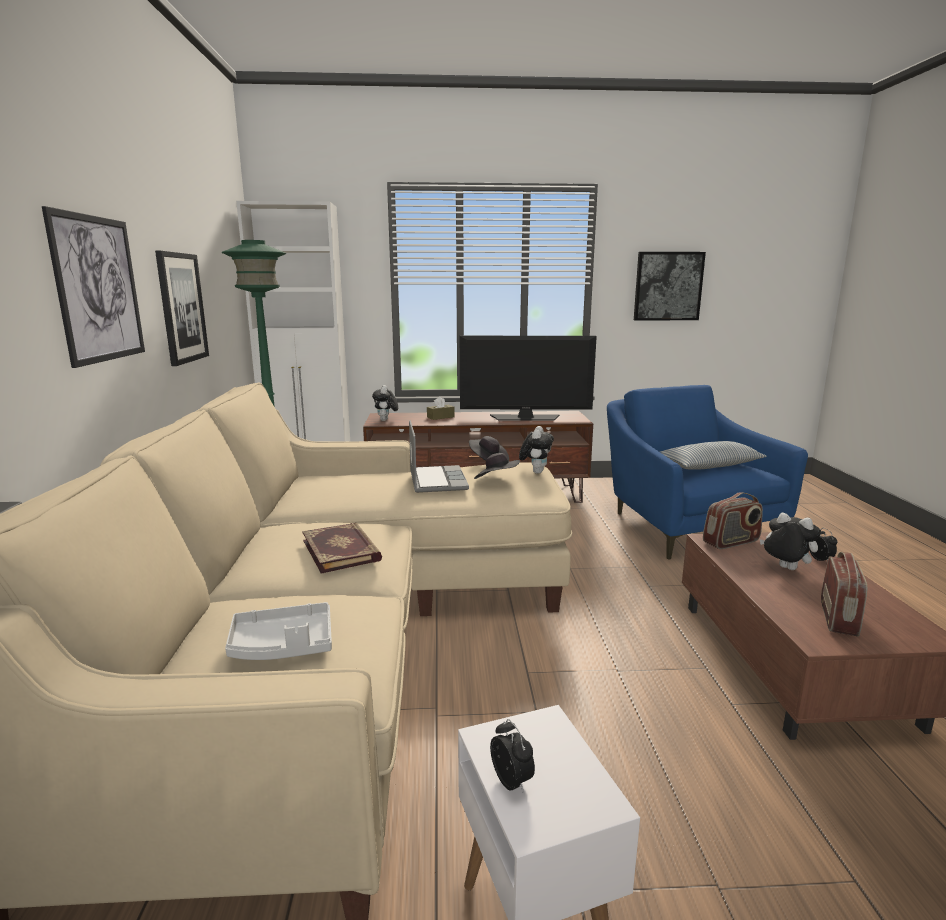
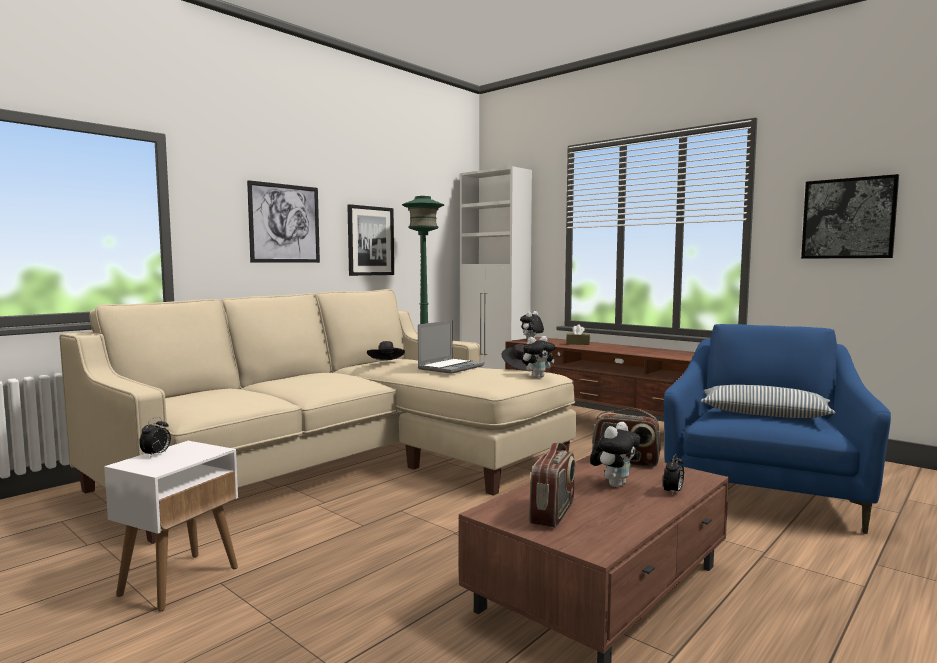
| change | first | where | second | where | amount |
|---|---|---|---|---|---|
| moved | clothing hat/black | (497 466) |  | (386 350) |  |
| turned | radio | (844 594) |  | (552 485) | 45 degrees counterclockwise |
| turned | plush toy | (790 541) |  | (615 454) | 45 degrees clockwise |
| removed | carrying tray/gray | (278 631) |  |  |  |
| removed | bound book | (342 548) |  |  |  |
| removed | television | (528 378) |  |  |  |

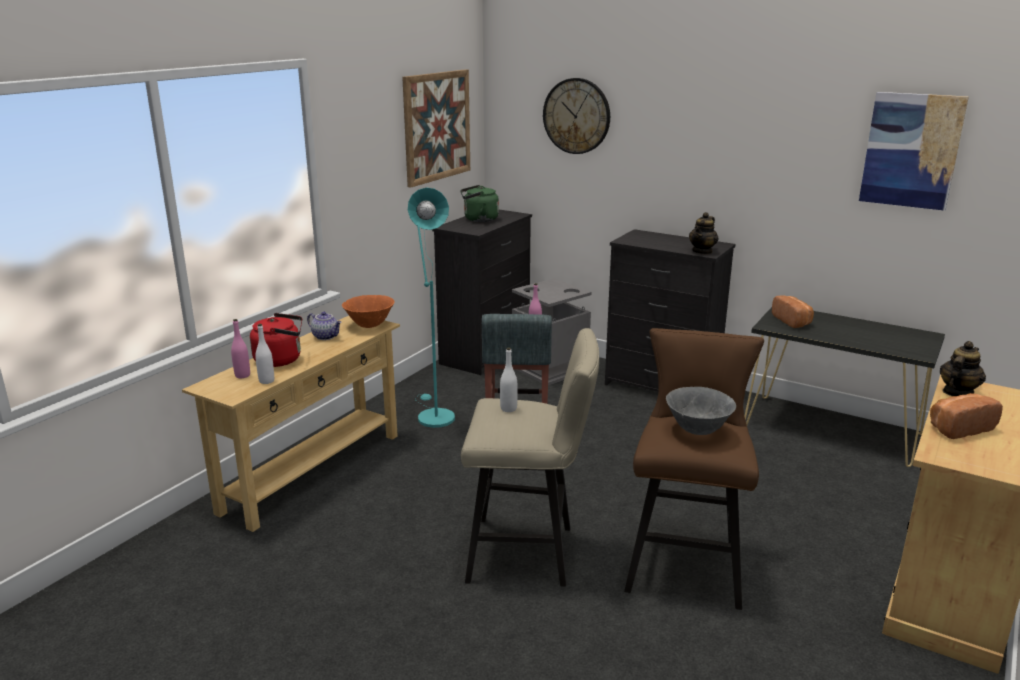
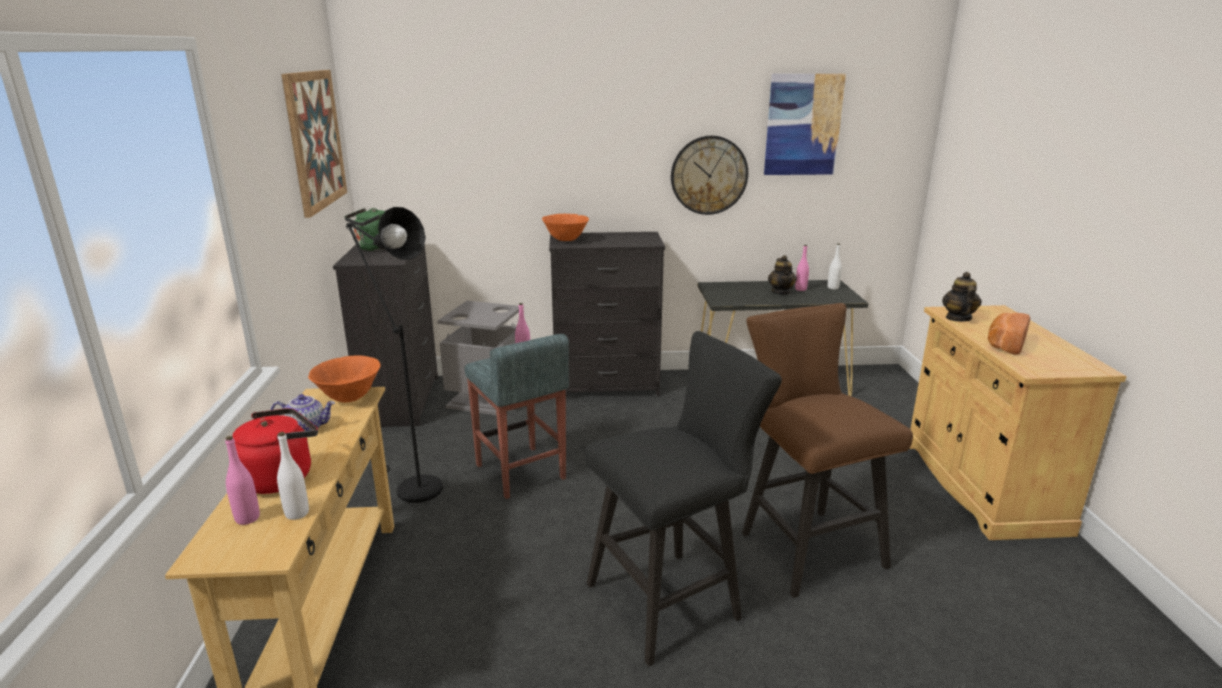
| change | first | where | second | where | amount |
|---|---|---|---|---|---|
| recoloured | floor lamp/blue-green | (431 308) | floor lamp/black | (394 355) |  |
| added |  |  | deep dish/orange-coloured | (565 227) |  |
| recoloured | sitting stool/sand-coloured | (530 457) | sitting stool/black | (683 499) |  |
| moved | wall clock | (576 116) |  | (709 175) |  |
| moved | pot for tea | (704 233) |  | (782 275) |  |
| added |  |  | beverage bottle/pinkish | (802 268) |  |
| moved | beverage bottle/whitish | (509 379) |  | (835 266) |  |
| removed | deep dish/gray | (701 411) |  |  |  |
| removed | baked bread | (793 312) |  |  |  |

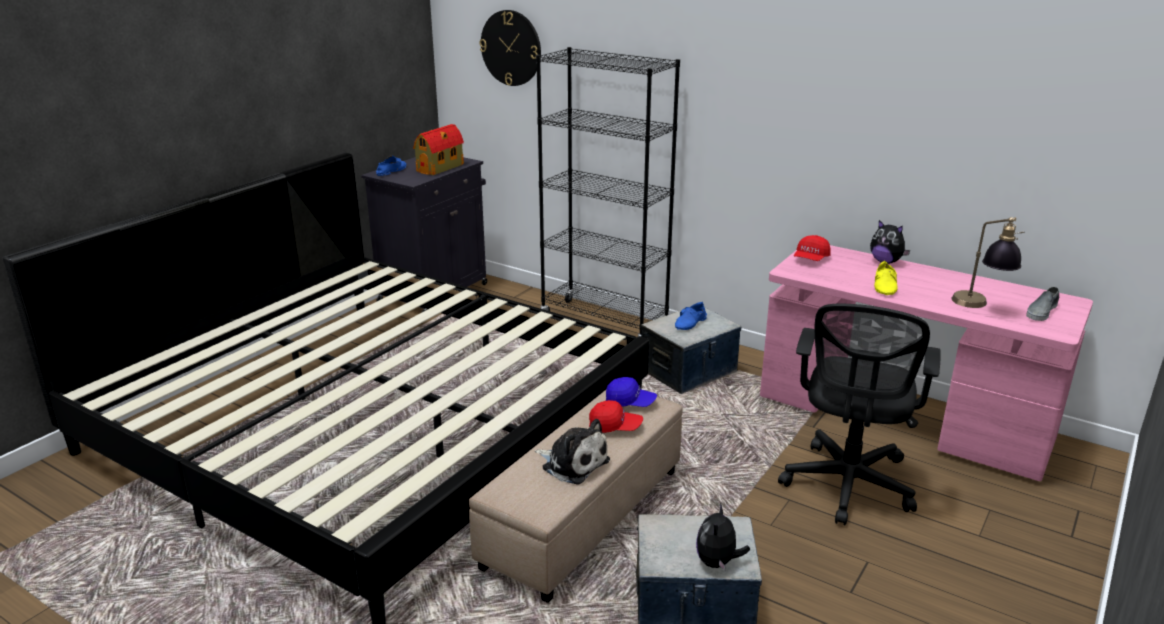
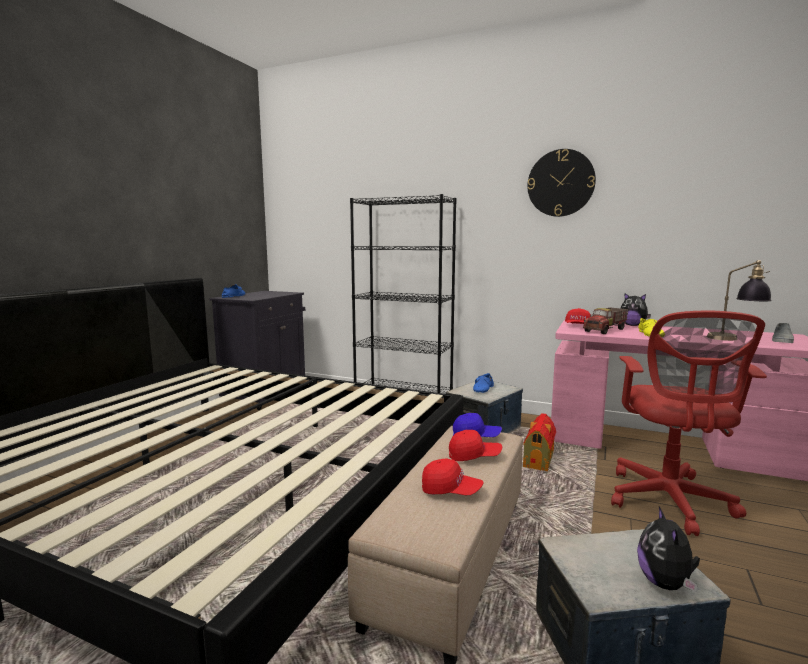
| change | first | where | second | where | amount |
|---|---|---|---|---|---|
| replaced | plush toy | (572 451) | baseball cap/red-coloured | (453 476) |  |
| moved | model house | (438 149) |  | (539 442) |  |
| moved | wall clock | (510 48) |  | (561 183) |  |
| added |  |  | model truck | (606 320) |  |
| recoloured | office chair/black | (859 414) | office chair/red-coloured | (689 423) |  |

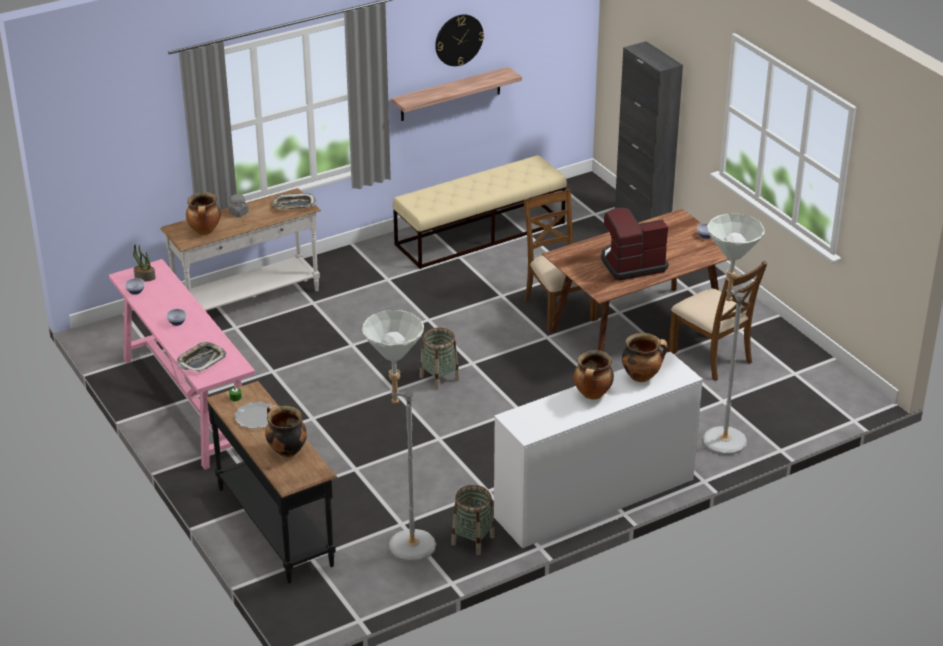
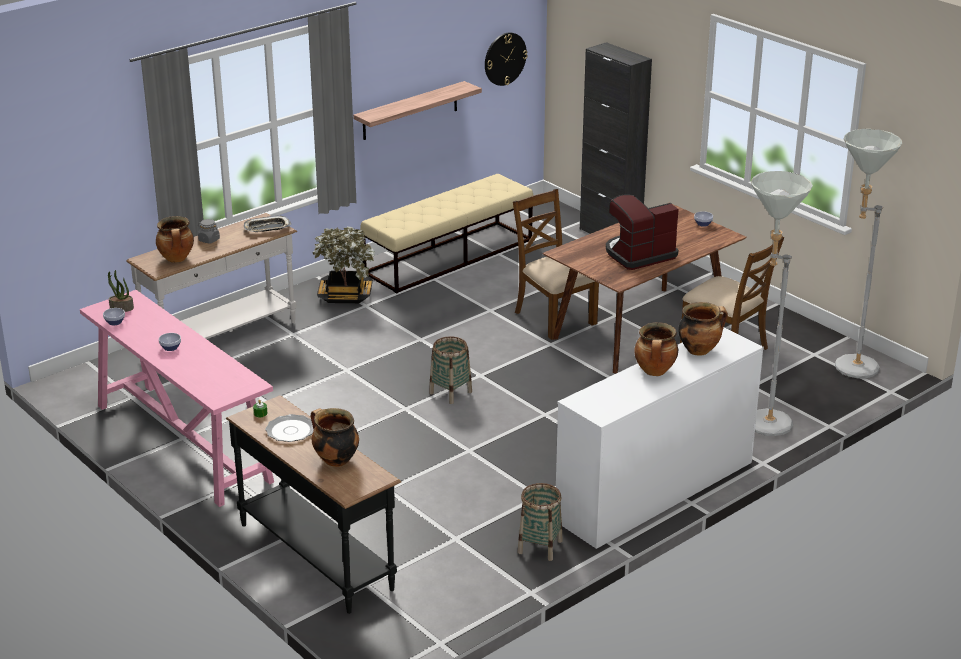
| change | first | where | second | where | amount |
|---|---|---|---|---|---|
| added |  |  | potted plant | (343 265) |  |
| moved | wall clock | (459 40) |  | (506 59) |  |
| moved | floor lamp/gray | (399 436) |  | (868 253) |  |
| removed | carrying tray | (201 356) |  |  |  |

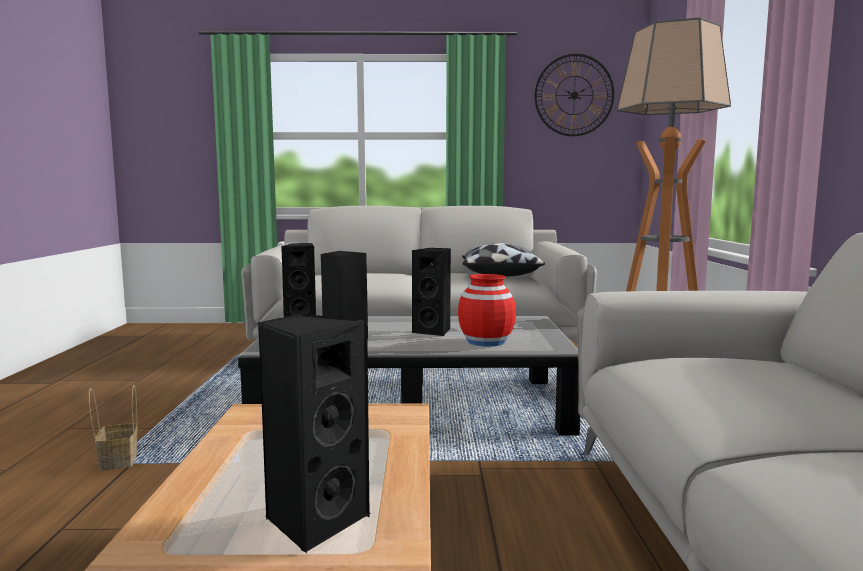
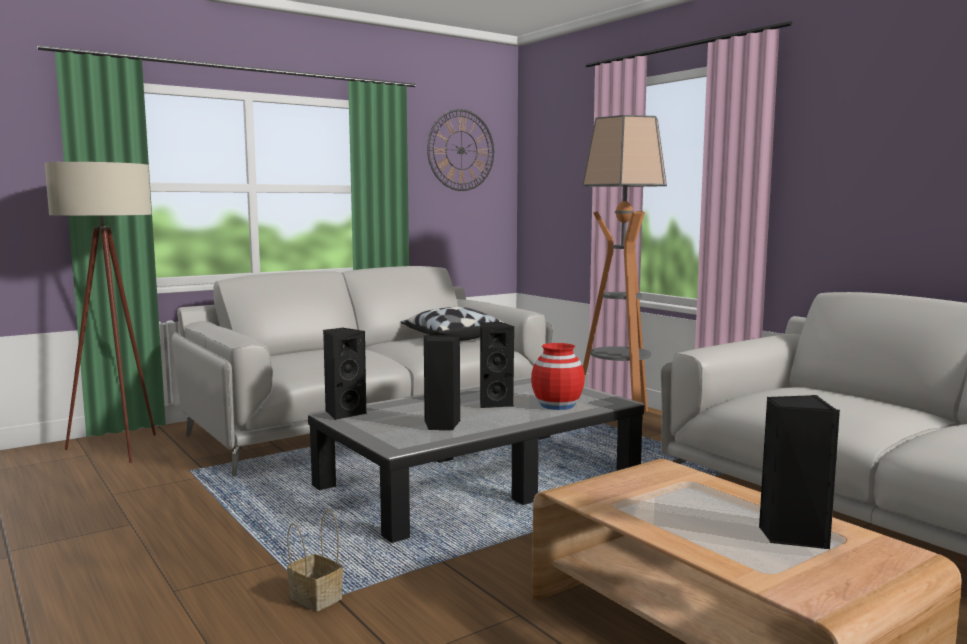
| change | first | where | second | where | amount |
|---|---|---|---|---|---|
| added |  |  | floor lamp/sand-coloured | (100 312) |  |

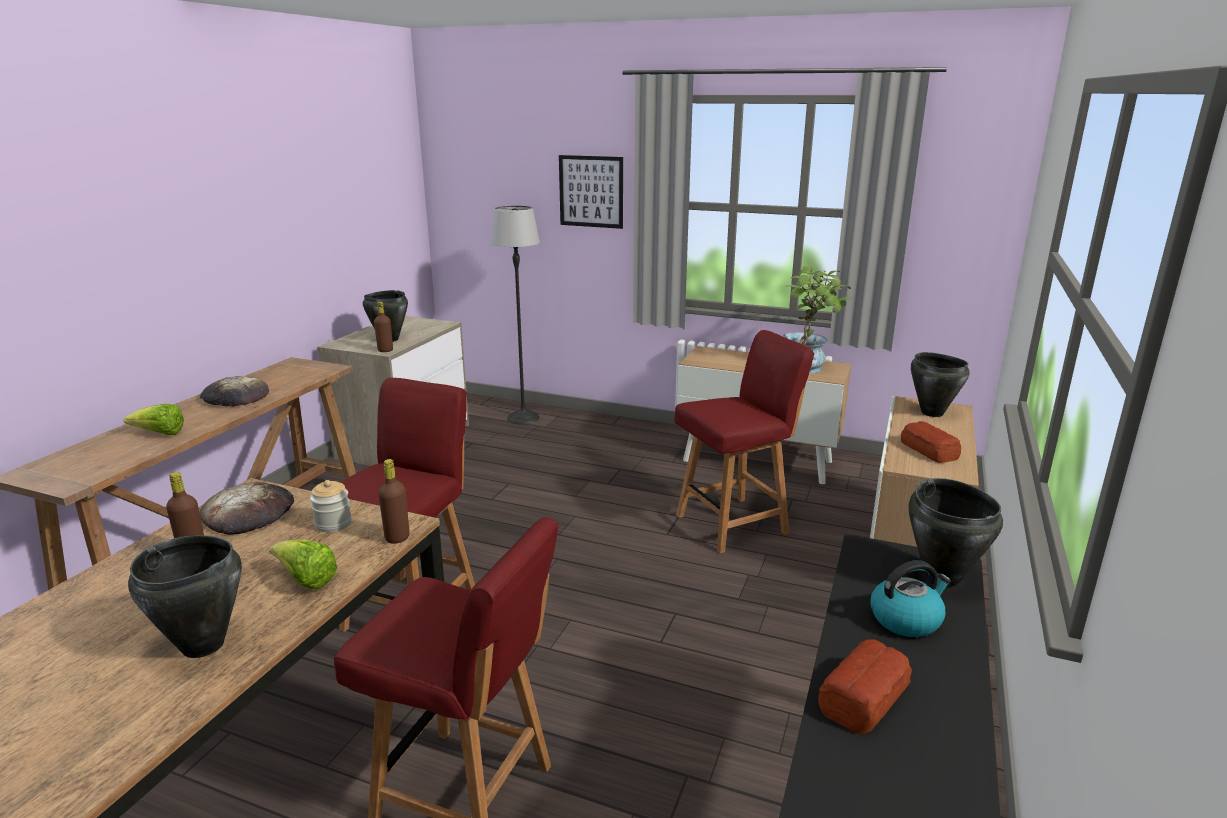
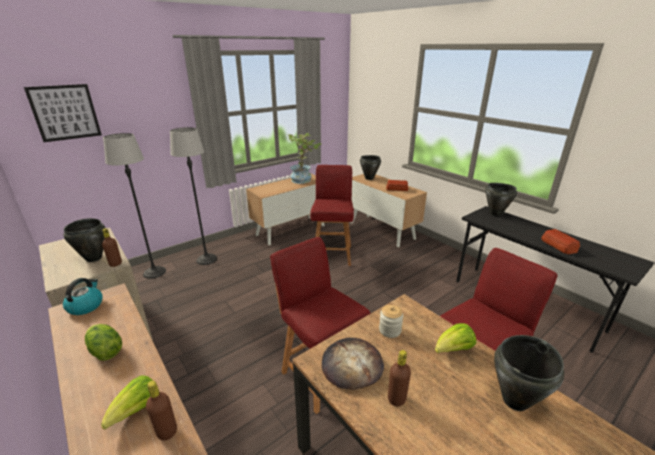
| change | first | where | second | where | amount |
|---|---|---|---|---|---|
| moved | picture | (591 192) |  | (63 113) |  |
| moved | kettle | (910 598) |  | (83 296) |  |
| replaced | baked bread | (234 391) | lettuce | (103 342) |  |
| moved | beverage bottle/brown-coloured | (394 501) |  | (161 410) |  |
| added |  |  | floor lamp | (193 196) |  |

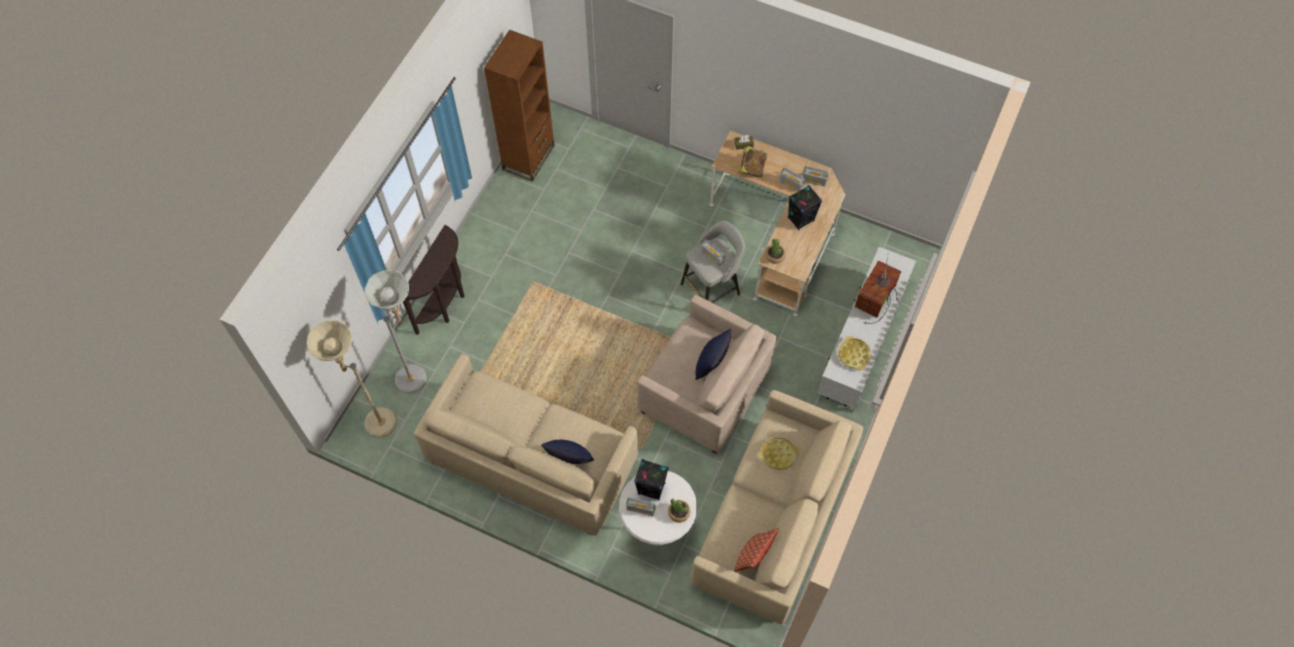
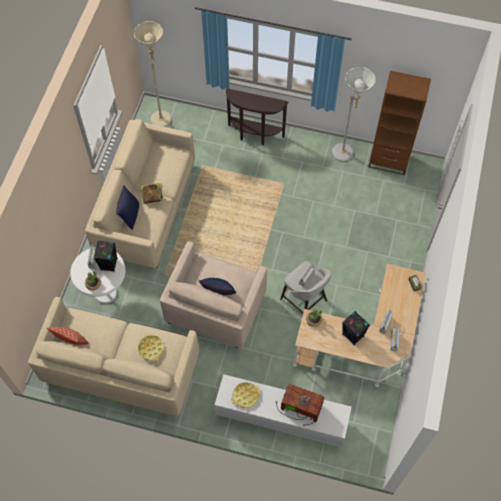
| change | first | where | second | where | amount |
|---|---|---|---|---|---|
| moved | bound book | (753 161) |  | (152 193) |  |
| moved | floor lamp/gray | (395 331) |  | (354 114) |  |

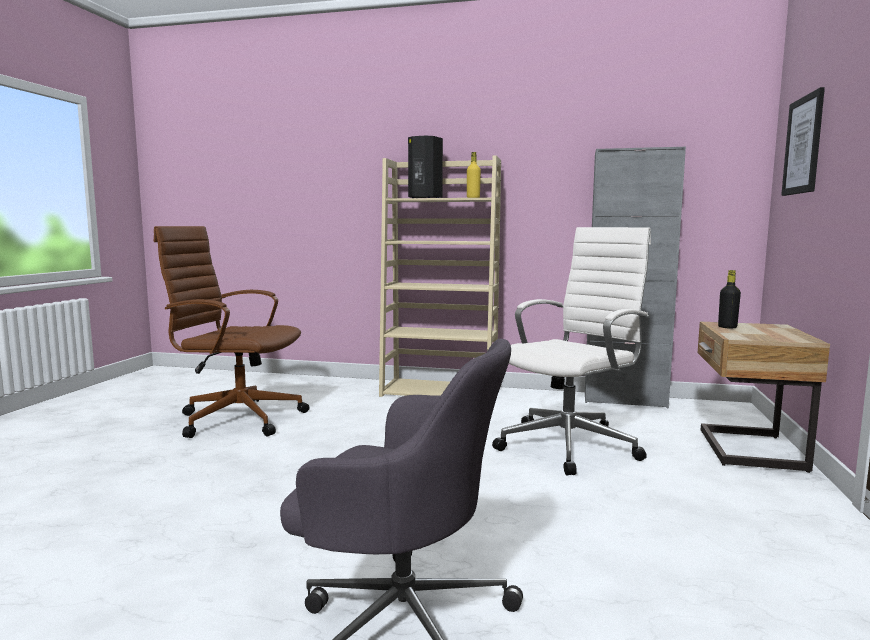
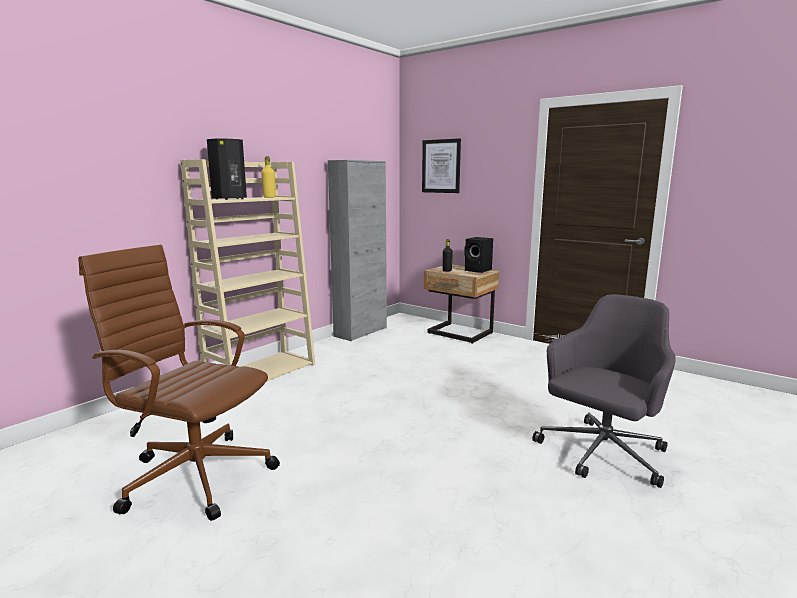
| change | first | where | second | where | amount |
|---|---|---|---|---|---|
| turned | office chair/brown-coloured | (232 332) |  | (179 382) | 75 degrees clockwise |
| added |  |  | audio speaker/black | (478 255) |  |
| removed | office chair/whitish | (571 351) |  |  |  |

